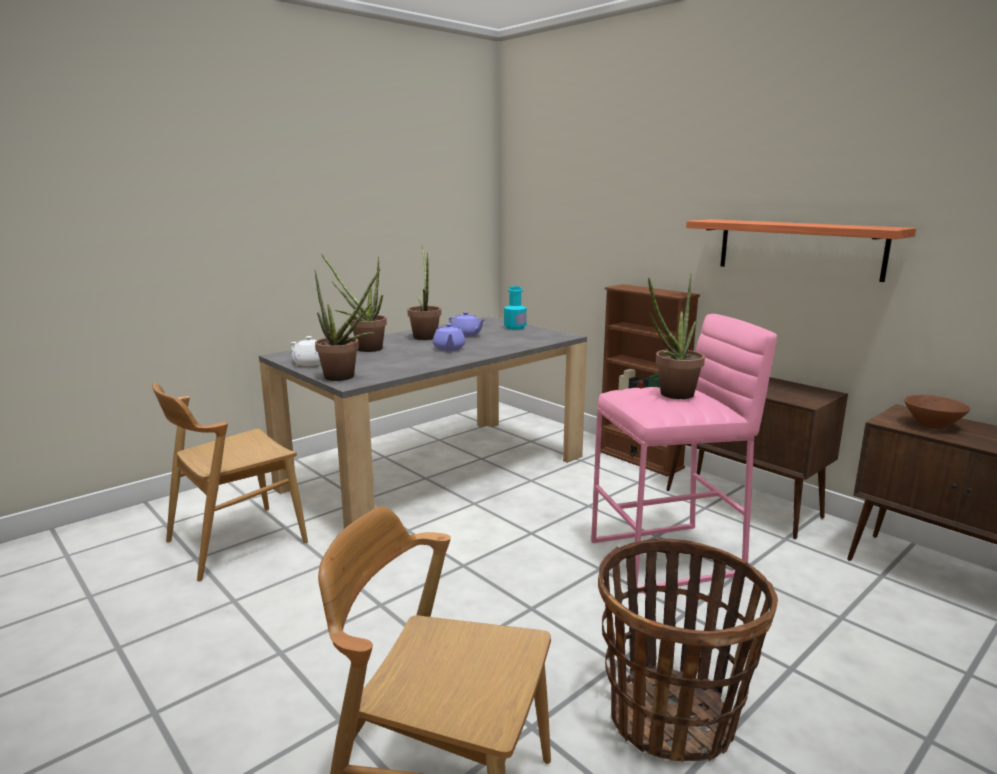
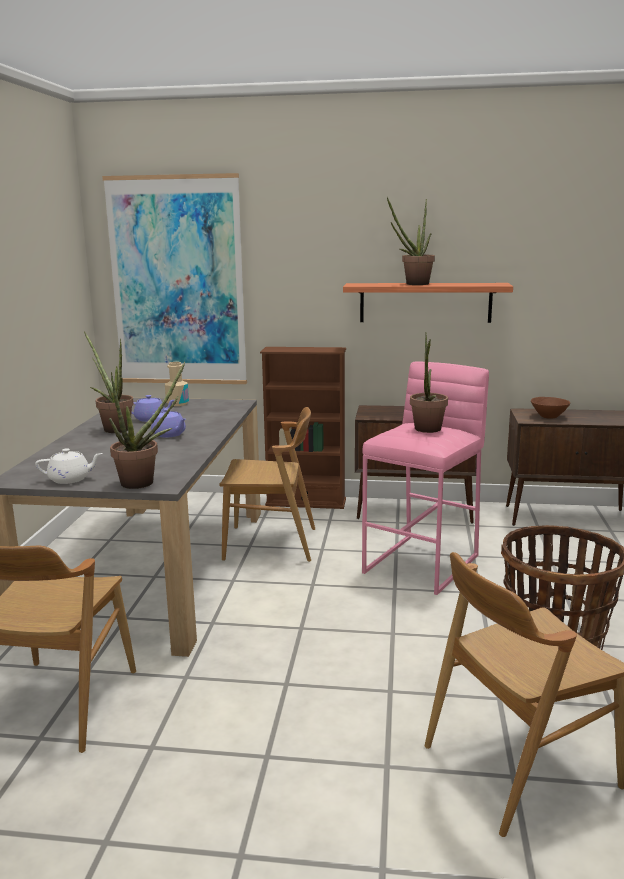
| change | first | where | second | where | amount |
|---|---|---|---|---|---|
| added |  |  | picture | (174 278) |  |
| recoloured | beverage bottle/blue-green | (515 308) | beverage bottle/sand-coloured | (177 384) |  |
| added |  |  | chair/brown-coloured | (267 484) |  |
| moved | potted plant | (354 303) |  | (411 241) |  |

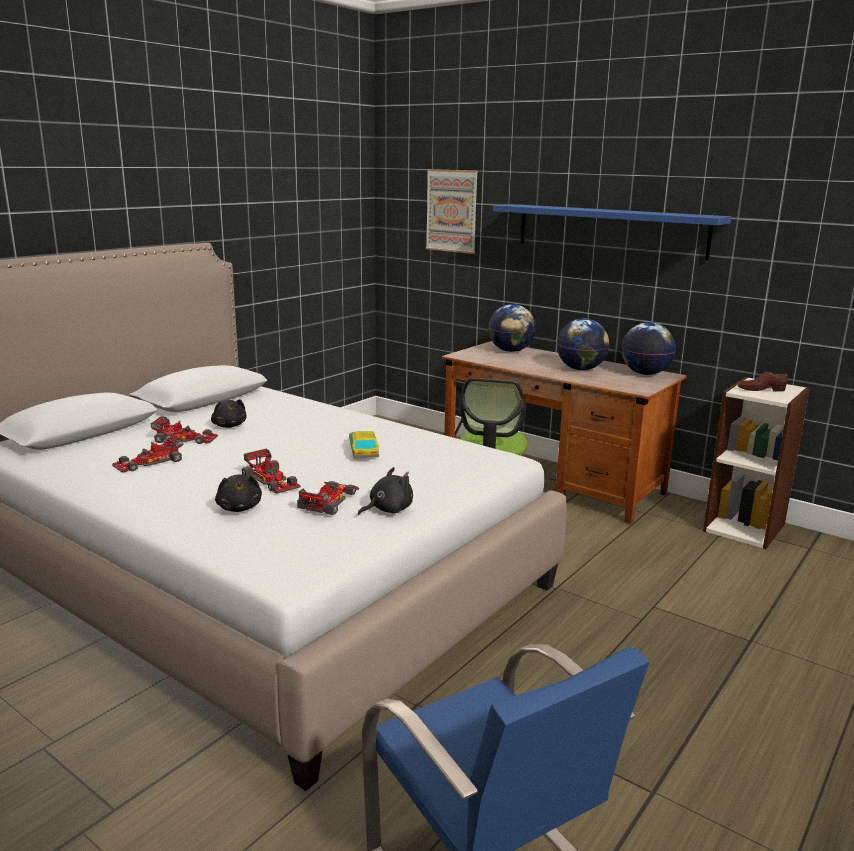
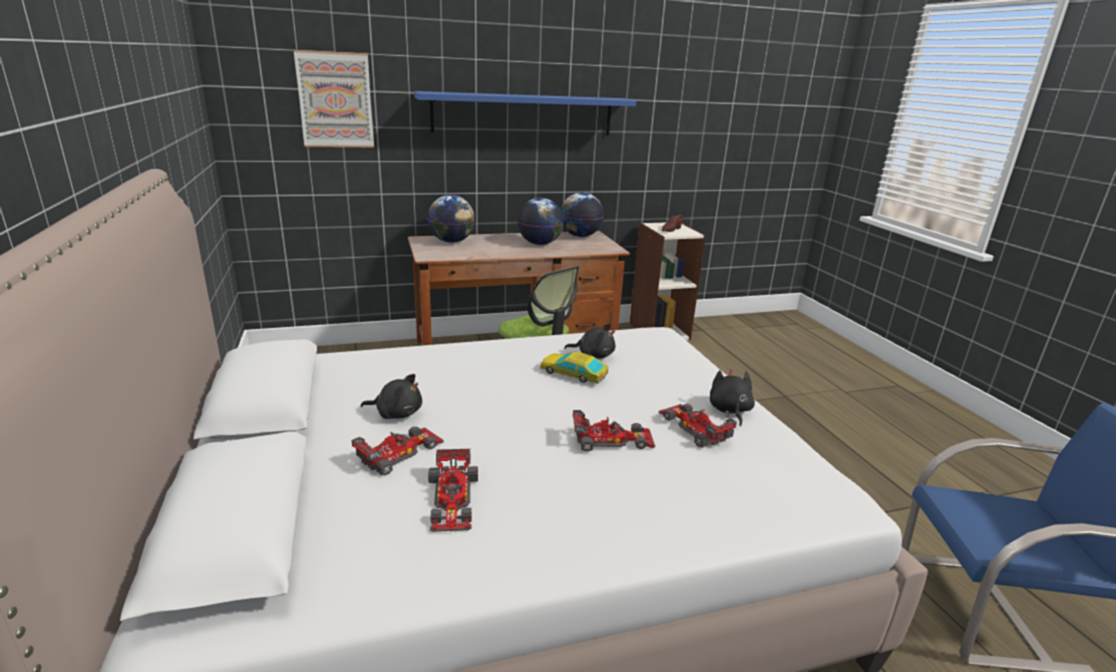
| change | first | where | second | where | amount |
|---|---|---|---|---|---|
| moved | plush toy/black | (238 493) |  | (589 341) |  |

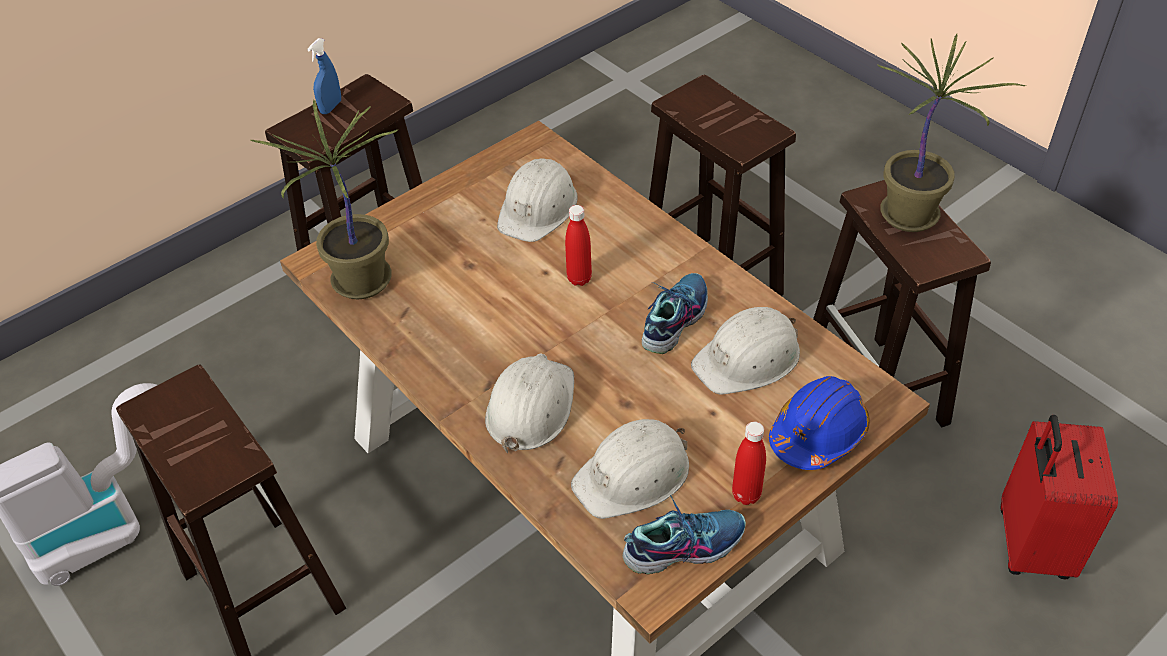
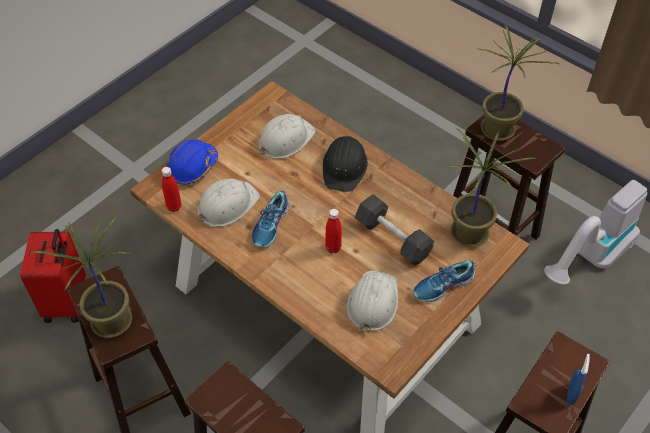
| change | first | where | second | where | amount |
|---|---|---|---|---|---|
| moved | beverage bottle/red-coloured | (749 463) |  | (171 189) |  |
| recoloured | safety helmet/whitish | (529 403) | safety helmet/black | (345 164) |  |
| added |  |  | hand weight/black | (394 229) |  |
| moved | low shoe | (684 534) |  | (444 281) |  |
| added |  |  | potted plant | (518 82) |  |

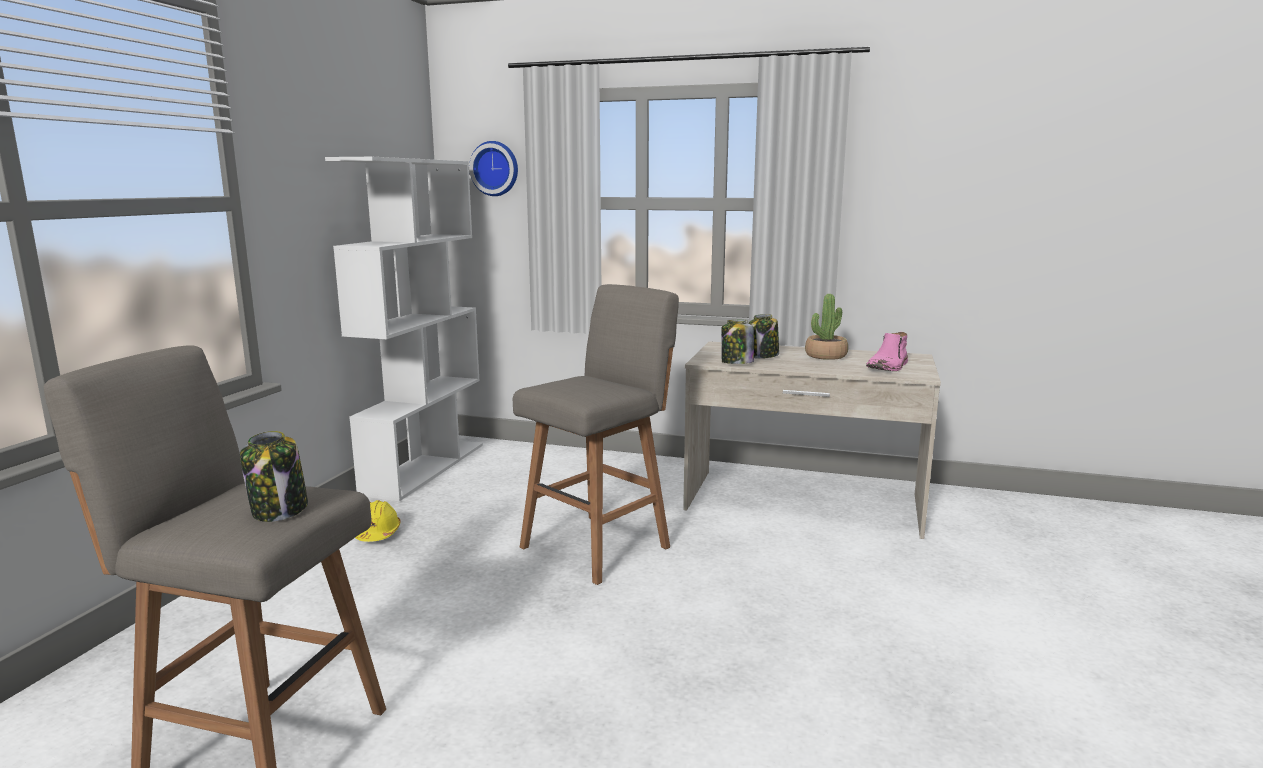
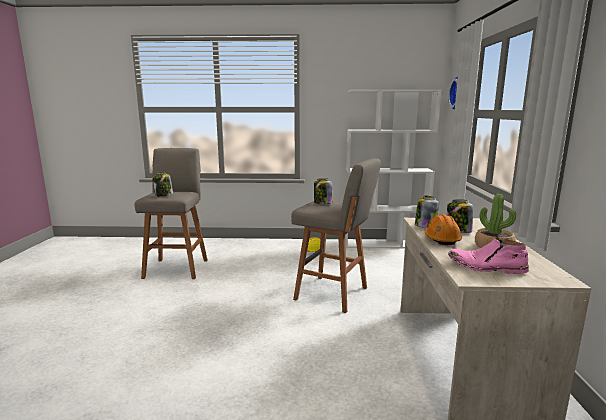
| change | first | where | second | where | amount |
|---|---|---|---|---|---|
| added |  |  | preserve jar | (323 191) |  |
| added |  |  | safety helmet/orange-coloured | (443 229) |  |

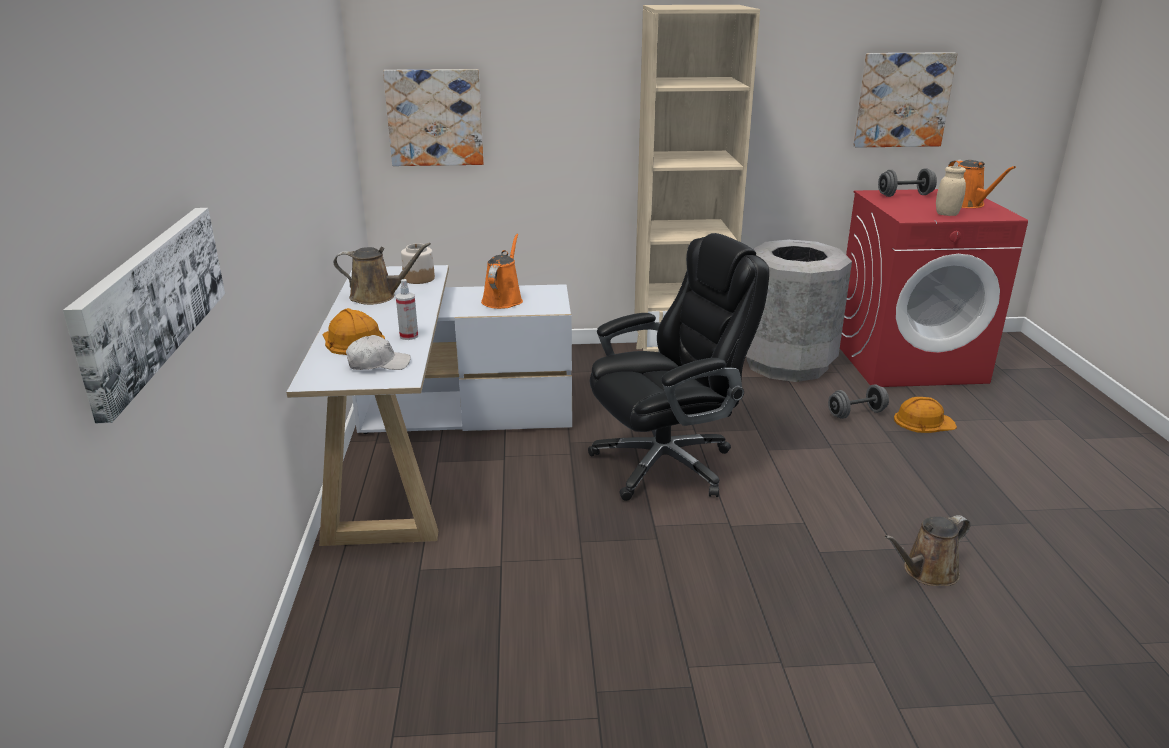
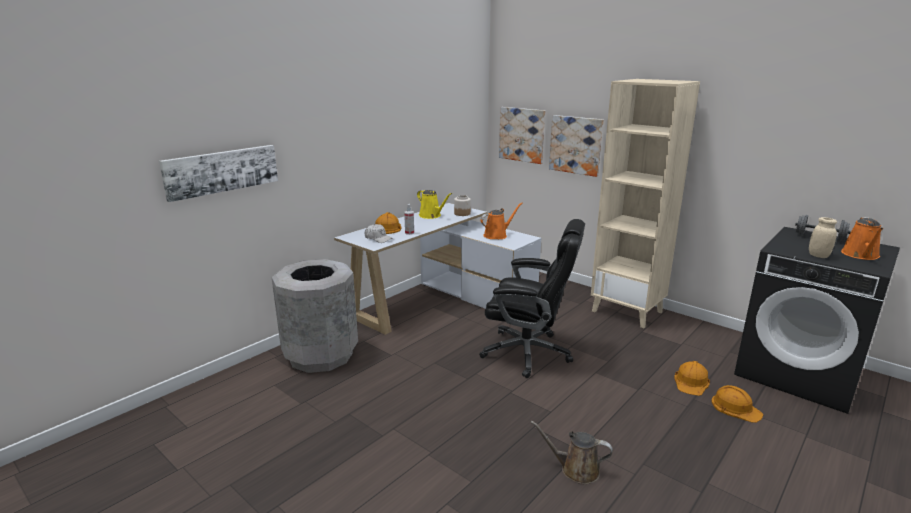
| change | first | where | second | where | amount |
|---|---|---|---|---|---|
| moved | rubbish bin/gray | (799 310) |  | (315 316) |  |
| recoloured | sprinkling can/brown-coloured | (382 273) | sprinkling can/yellow | (434 204) |  |
| moved | picture | (905 100) |  | (576 146) |  |
| replaced | hand weight/gray | (858 401) | safety helmet/orange-coloured | (692 378) |  |
| recoloured | washing machine/red-coloured | (934 288) | washing machine/black | (817 320) |  |

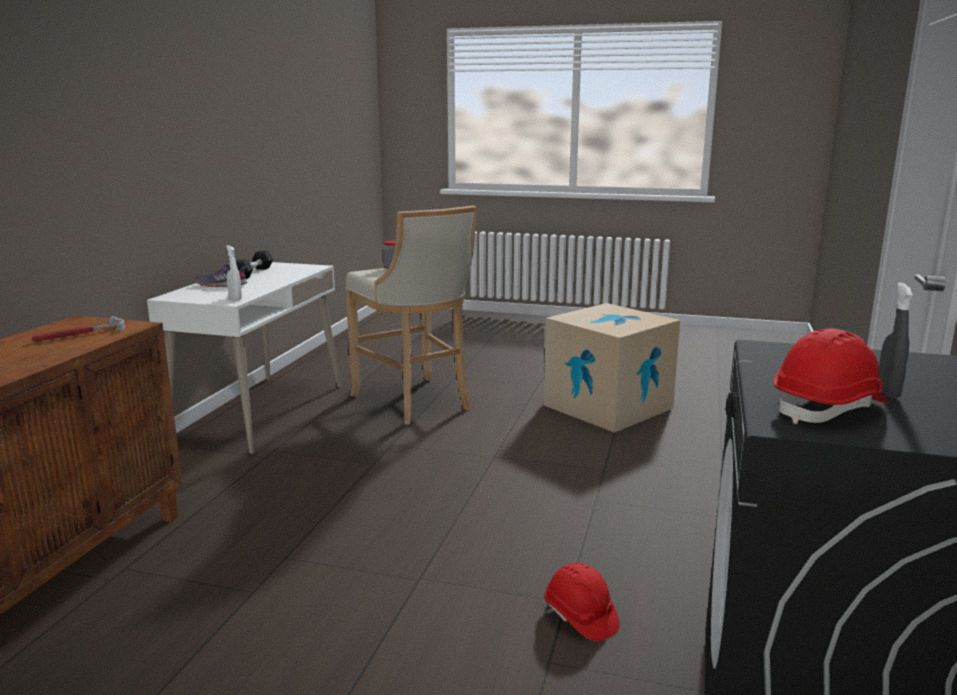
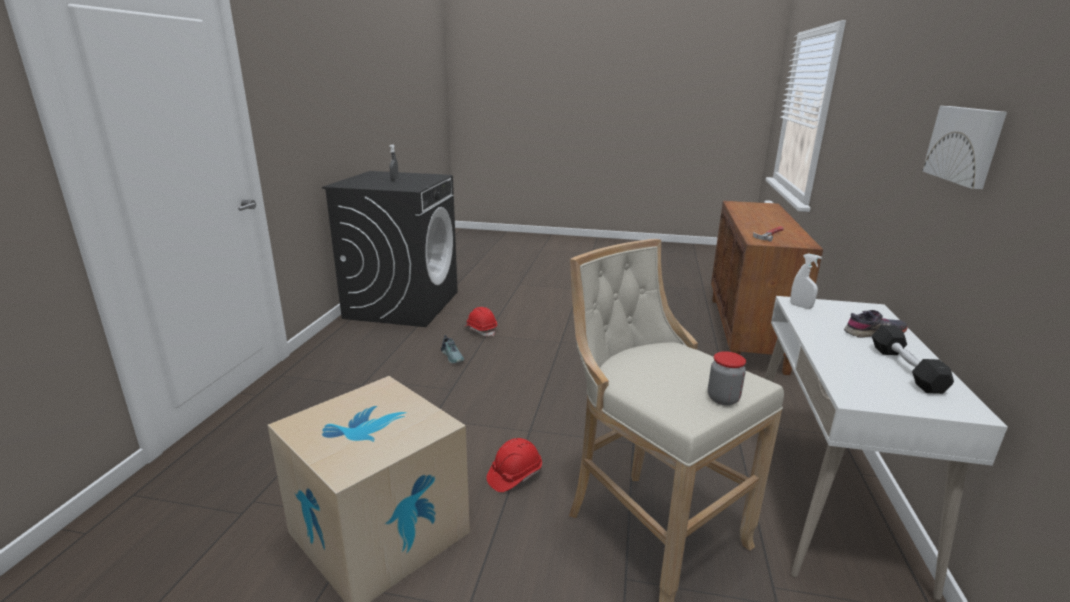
| change | first | where | second | where | amount |
|---|---|---|---|---|---|
| added |  |  | low shoe | (452 349) |  |
| moved | safety helmet/red-coloured | (831 376) |  | (514 465) |  |
| added |  |  | picture | (964 147) |  |

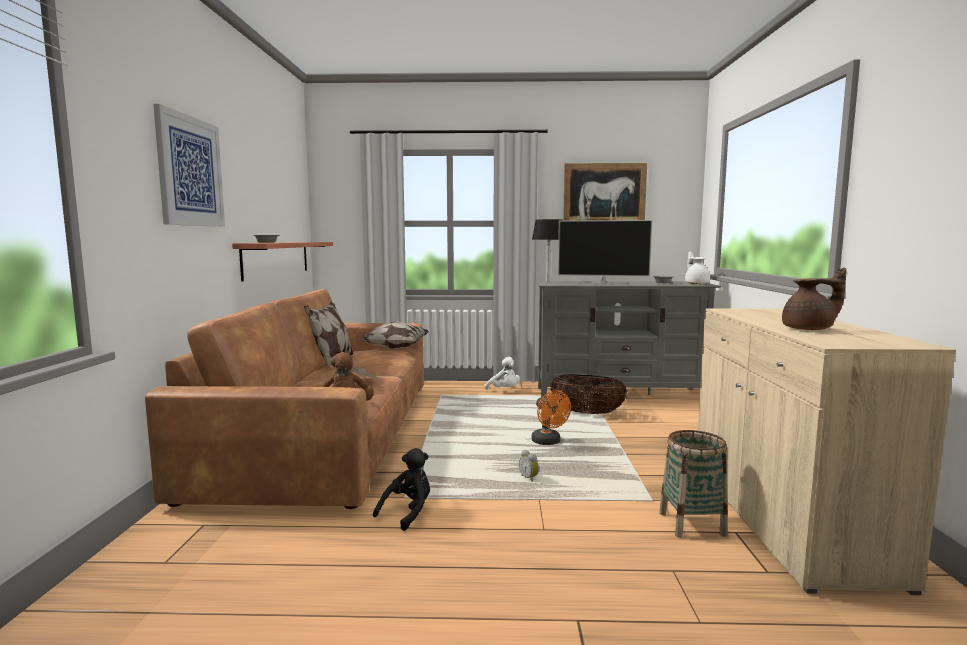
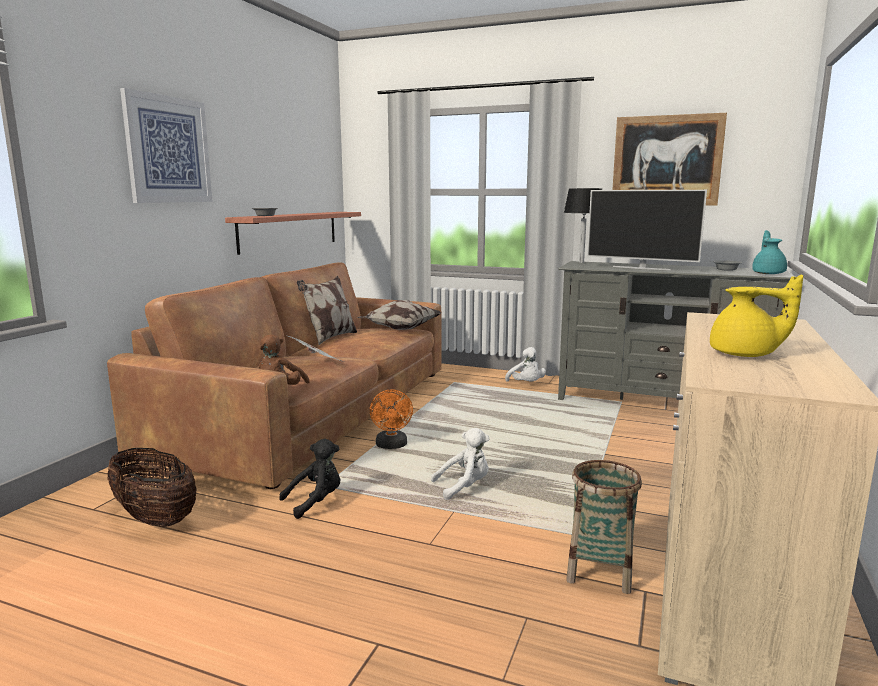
| change | first | where | second | where | amount |
|---|---|---|---|---|---|
| moved | household basket | (589 394) |  | (152 487) |  |
| moved | fan/orange-coloured | (551 417) |  | (391 419) |  |
| replaced | table clock | (529 466) | plush toy/whitish | (460 464) |  |
| recoloured | pot for tea/brown-coloured | (814 299) | pot for tea/yellow | (756 316) |  |
| recoloured | pot for tea/whitish | (697 267) | pot for tea/blue-green | (769 252) |  |

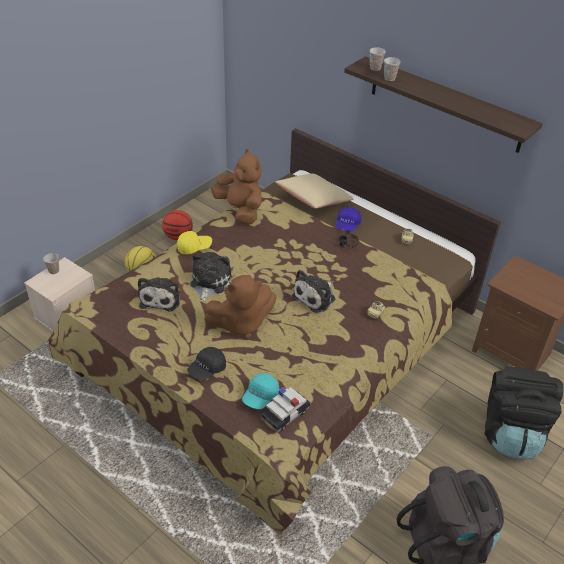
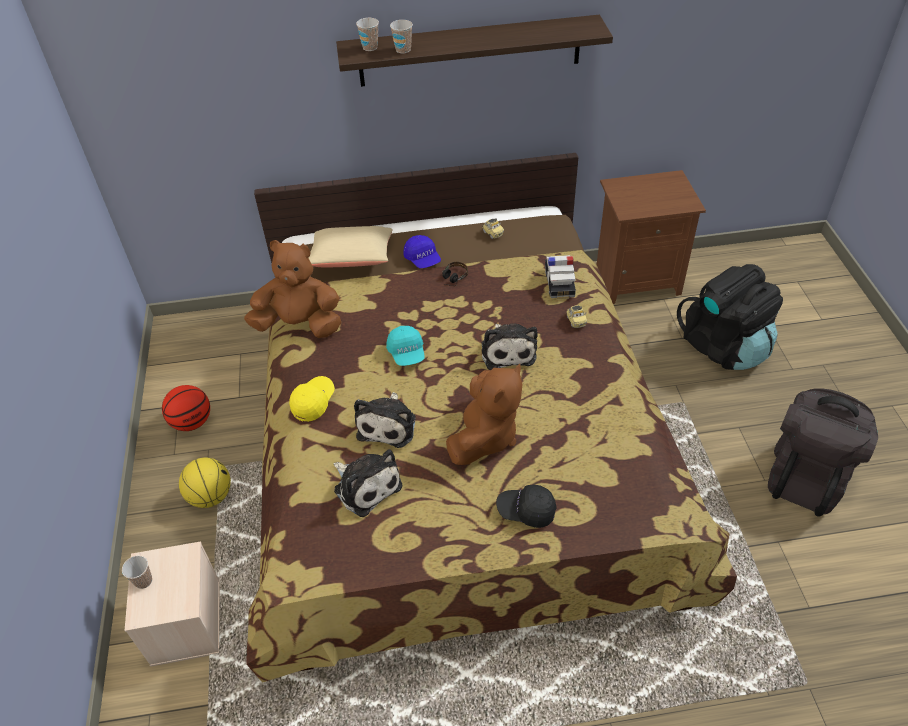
| change | first | where | second | where | amount |
|---|---|---|---|---|---|
| turned | plush toy | (211 277) |  | (385 420) | 135 degrees counterclockwise |
| moved | baseball cap/blue-green | (260 391) |  | (405 346) |  |
| turned | baseball cap/black | (206 363) |  | (526 506) | 105 degrees clockwise |
| moved | miniature car | (286 410) |  | (560 277) |  |

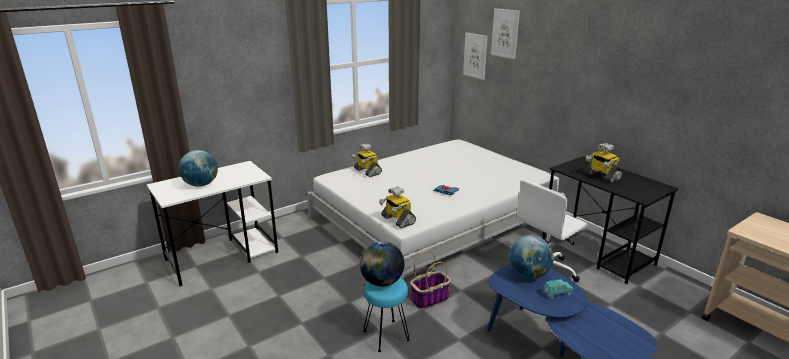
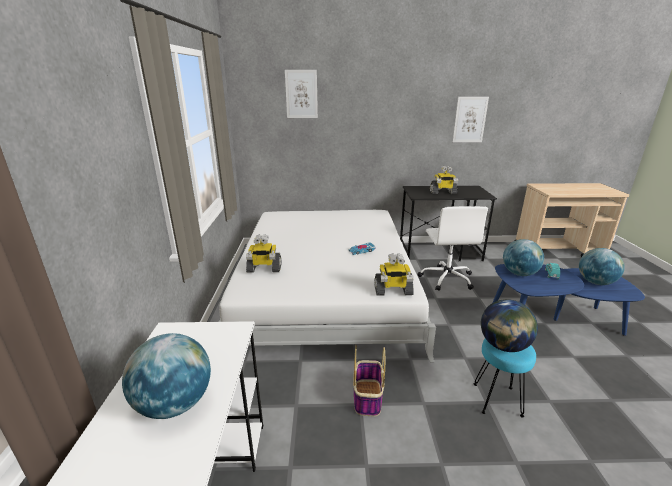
| change | first | where | second | where | amount |
|---|---|---|---|---|---|
| moved | household basket | (430 280) |  | (369 381) |  |
| moved | picture | (475 56) |  | (470 119) |  |
| added |  |  | world globe | (602 266) |  |

